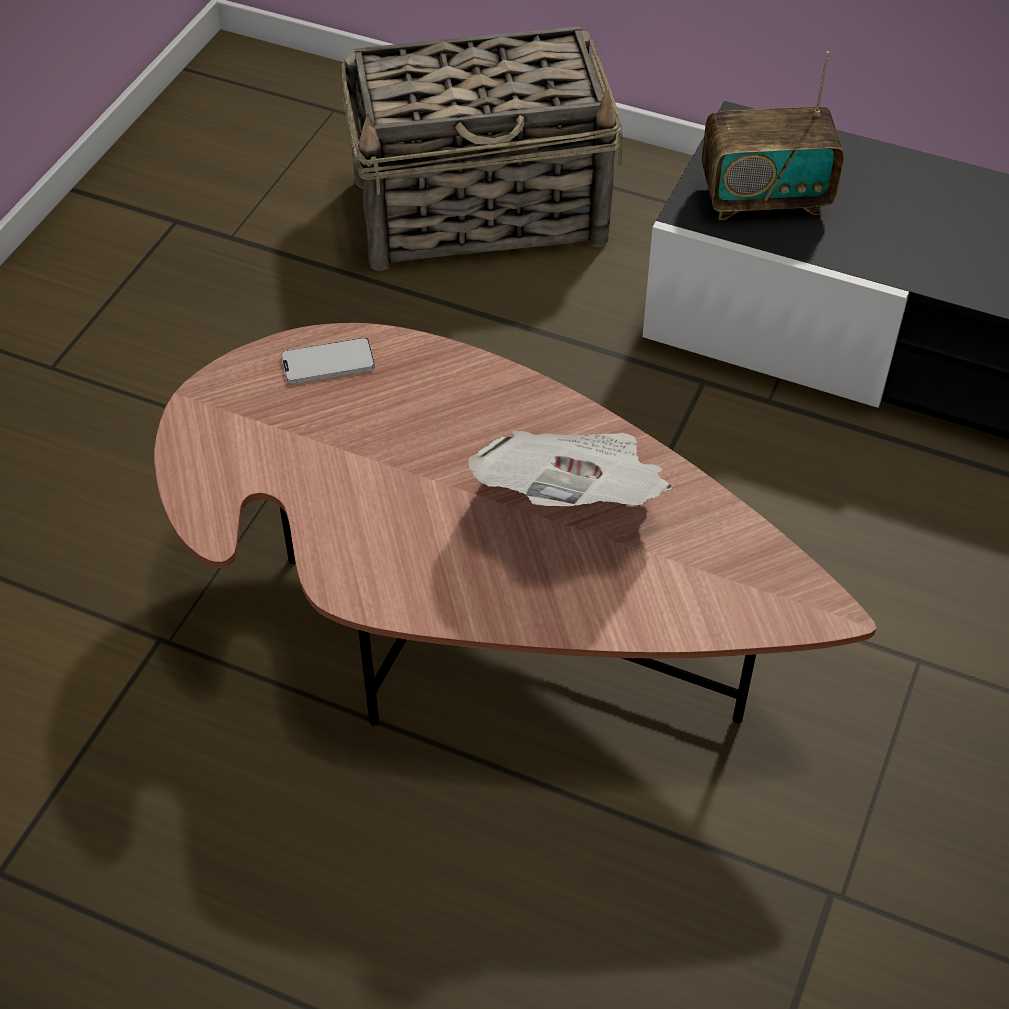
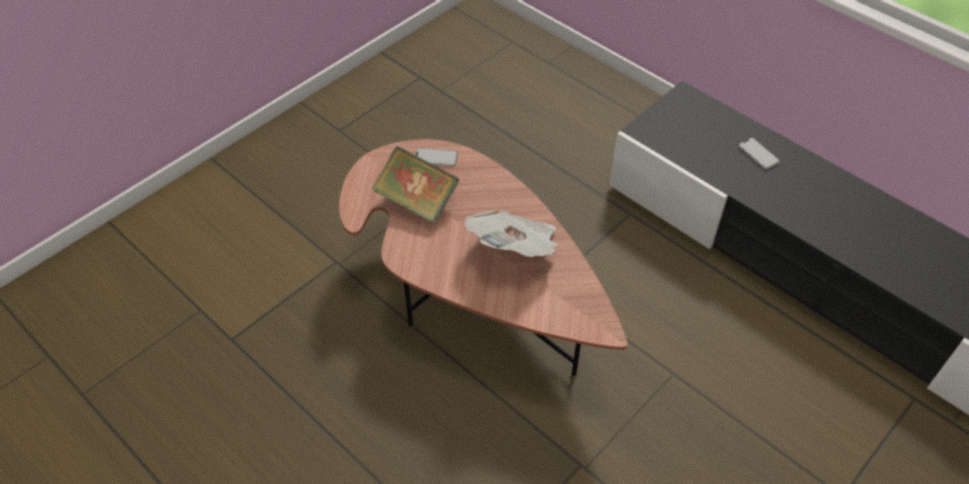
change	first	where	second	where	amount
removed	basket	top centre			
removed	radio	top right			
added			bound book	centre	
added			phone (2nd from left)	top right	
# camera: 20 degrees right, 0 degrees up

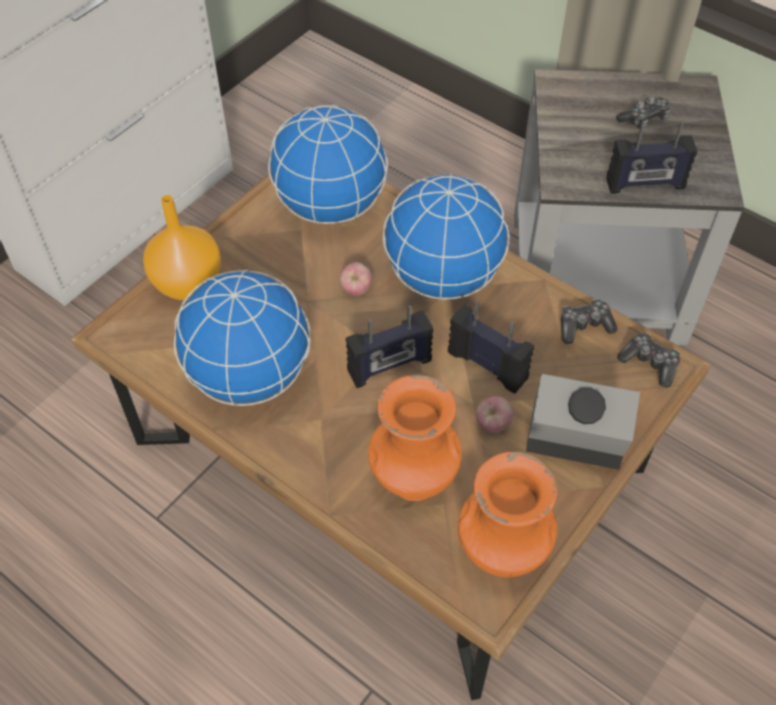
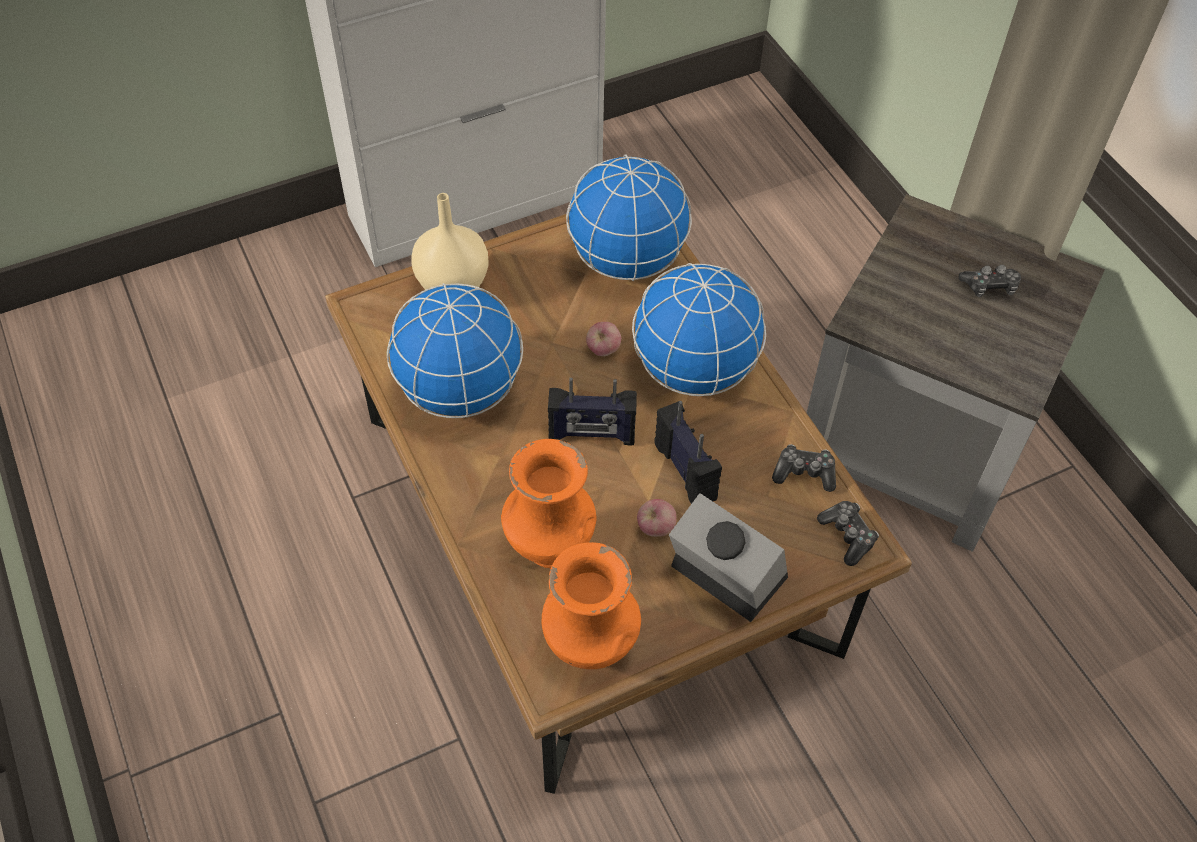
change	first	where	second	where	amount
removed	radio (3rd from left)	top right			
recoloured	orange flower vase (1st from left)	middle left	sand-coloured flower vase	top centre	
# camera: 25 degrees right, 0 degrees up

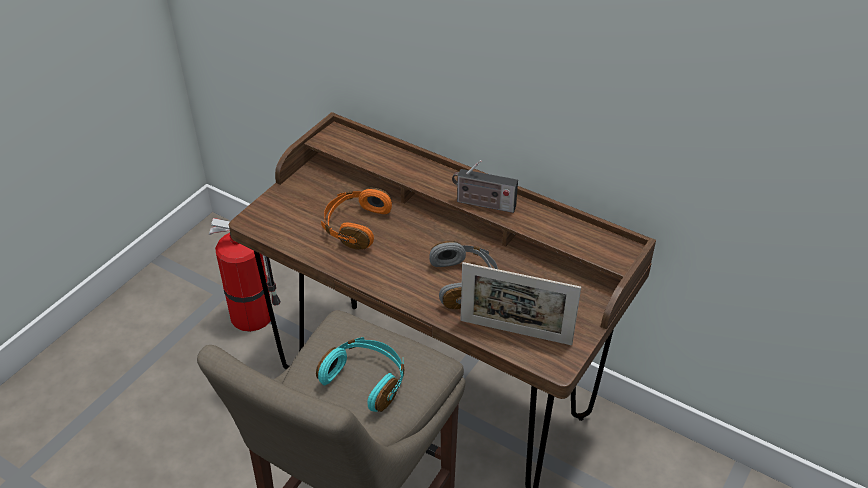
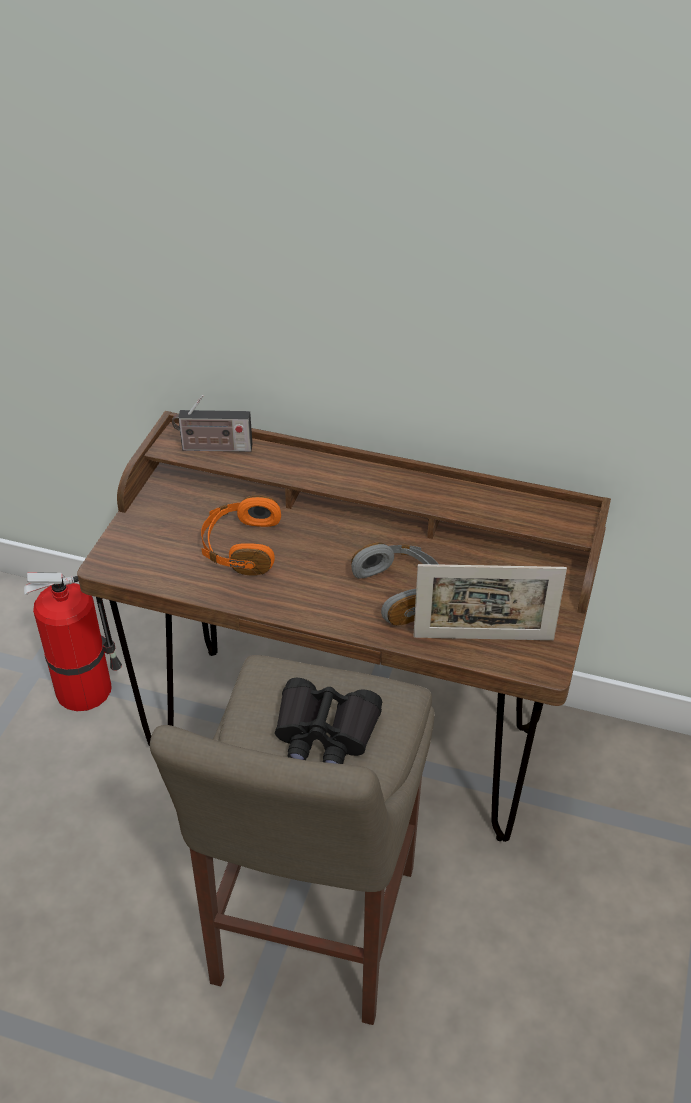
change	first	where	second	where	amount
moved	radio	centre		middle left	
replaced	blue-green headphones	bottom centre	blackish field glasses	centre	
# camera: 15 degrees left, 0 degrees up

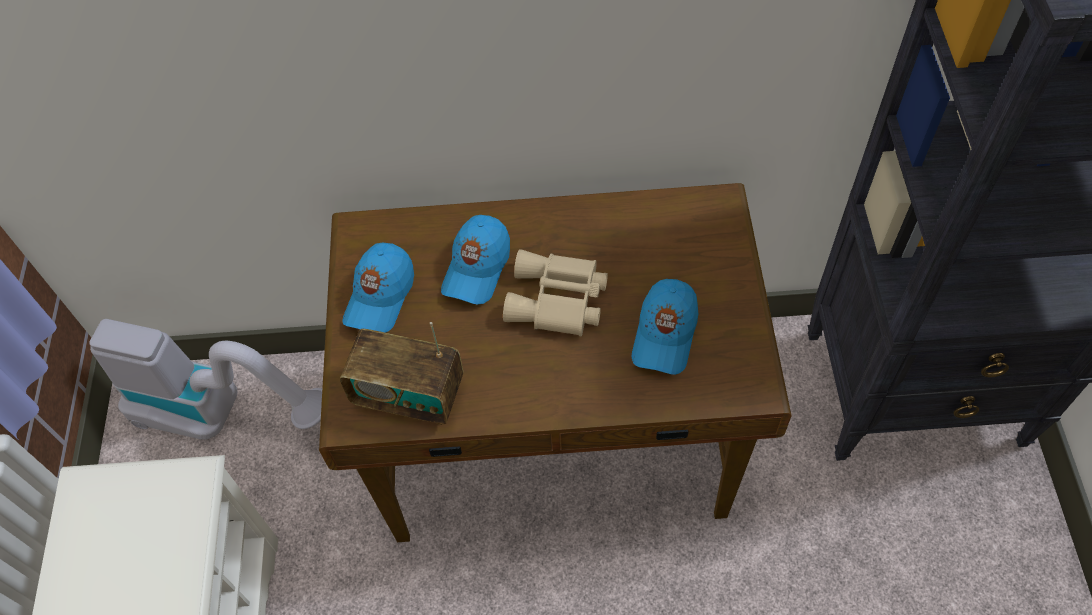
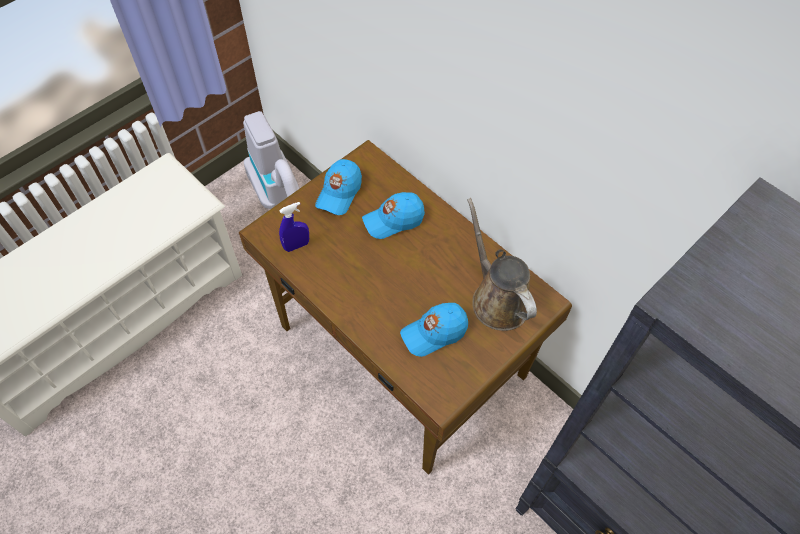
change	first	where	second	where	amount
removed	sand-coloured field glasses	centre			
added			brownish sprinkling can	centre	
replaced	radio	centre	bluish sprayer	centre	
turned	bluish cap (1st from left)	centre		centre	45 degrees counterclockwise
# camera: 45 degrees right, 0 degrees up

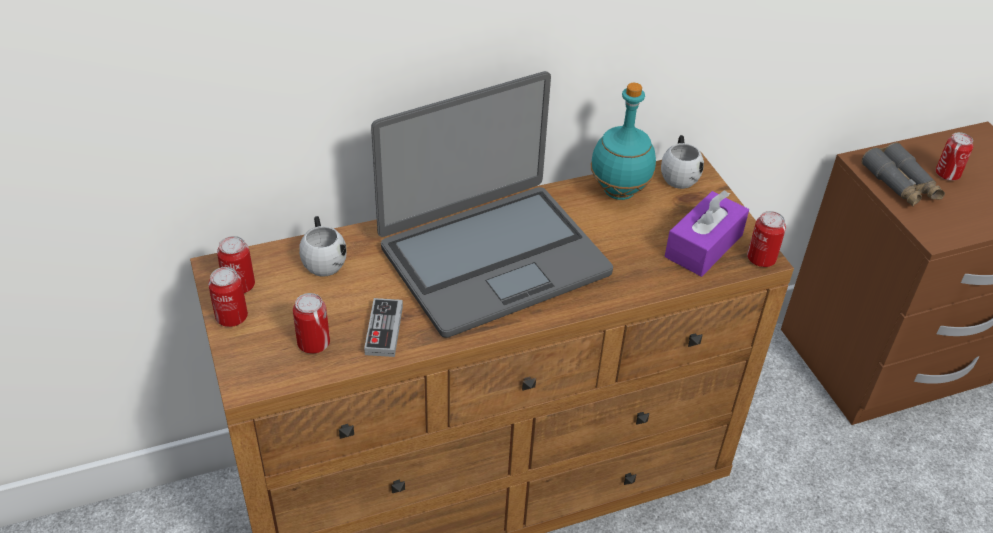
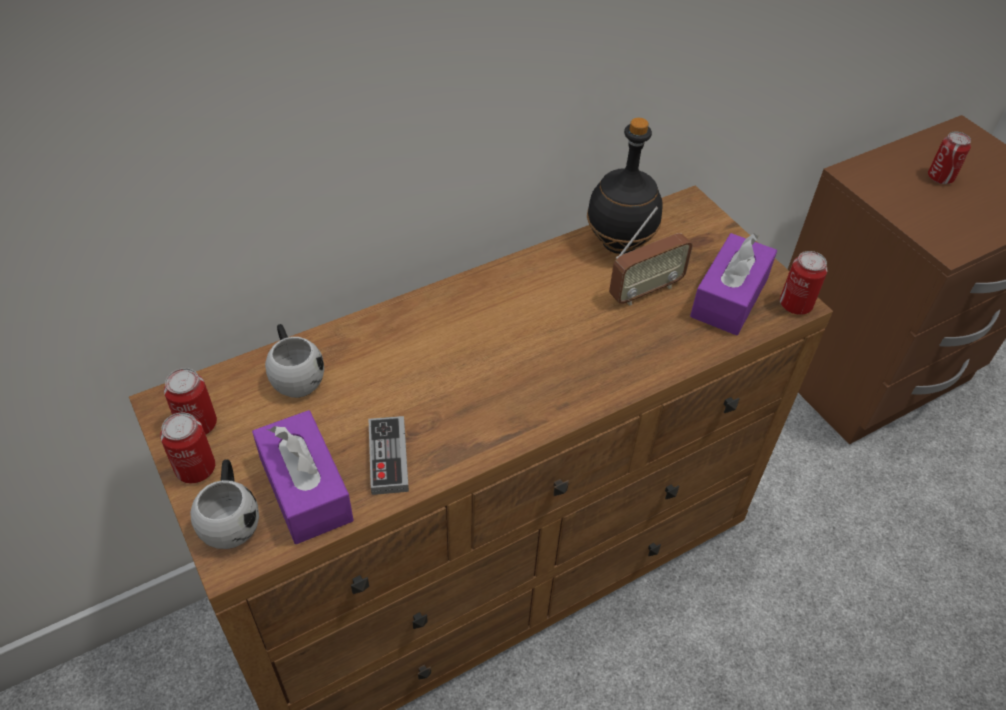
change	first	where	second	where	amount
removed	notebook computer	centre			
removed	gray field glasses	top right			
added			radio	centre	
moved	white coffee mug (2nd from left in the first image)	top right	white coffee mug (1st from left)	bottom left	
replaced	metal can (3rd from left)	middle left	purple tissue box (1st from left)	bottom left	
recoloured	blue-green beverage bottle	top centre	blackish beverage bottle	top centre	
# camera: 10 degrees left, 5 degrees up

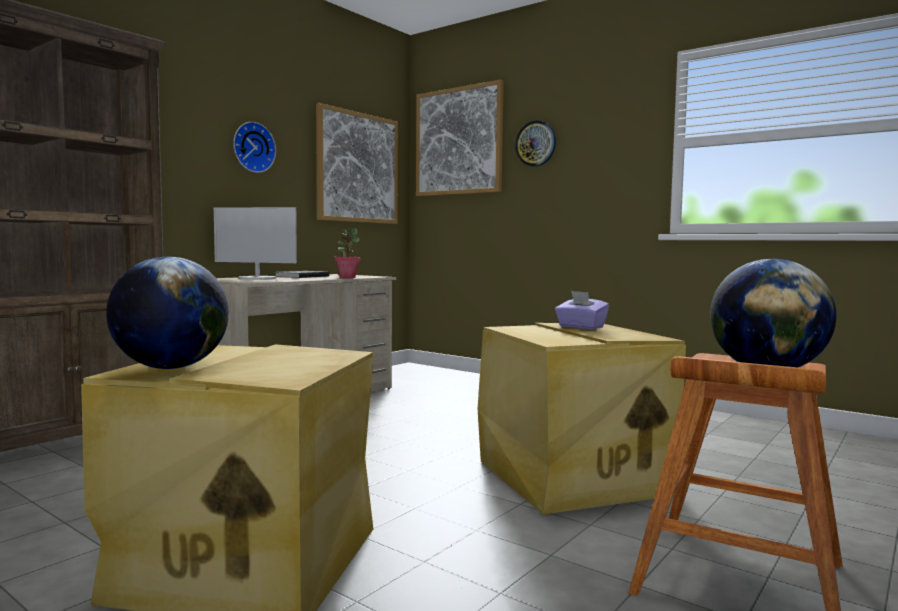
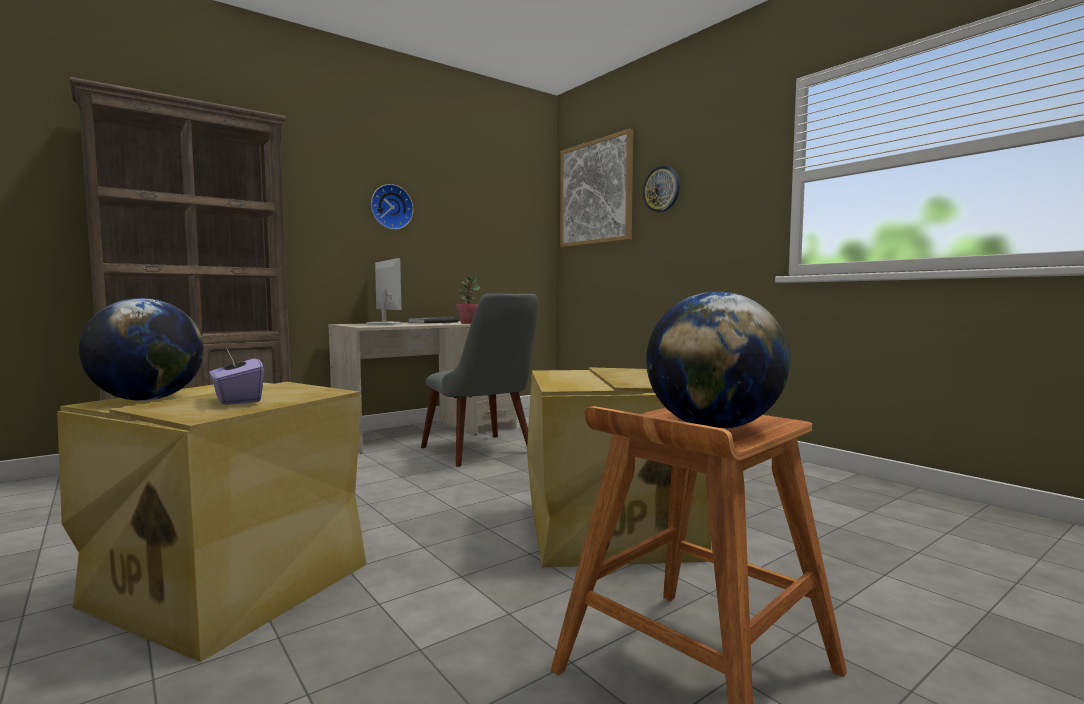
change	first	where	second	where	amount
removed	picture (1st from left)	top centre			
added			gray upright chair	centre	
moved	purple tissue box	centre		middle left	
turned	computer screen	middle left		centre	150 degrees counterclockwise
# camera: 15 degrees right, 0 degrees up

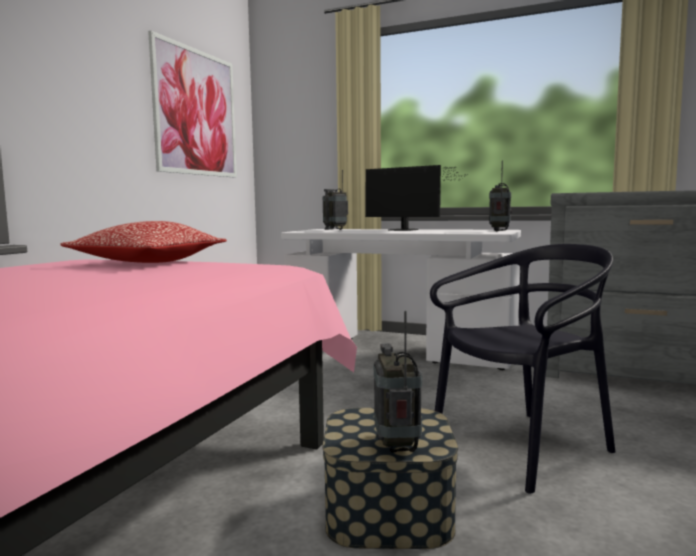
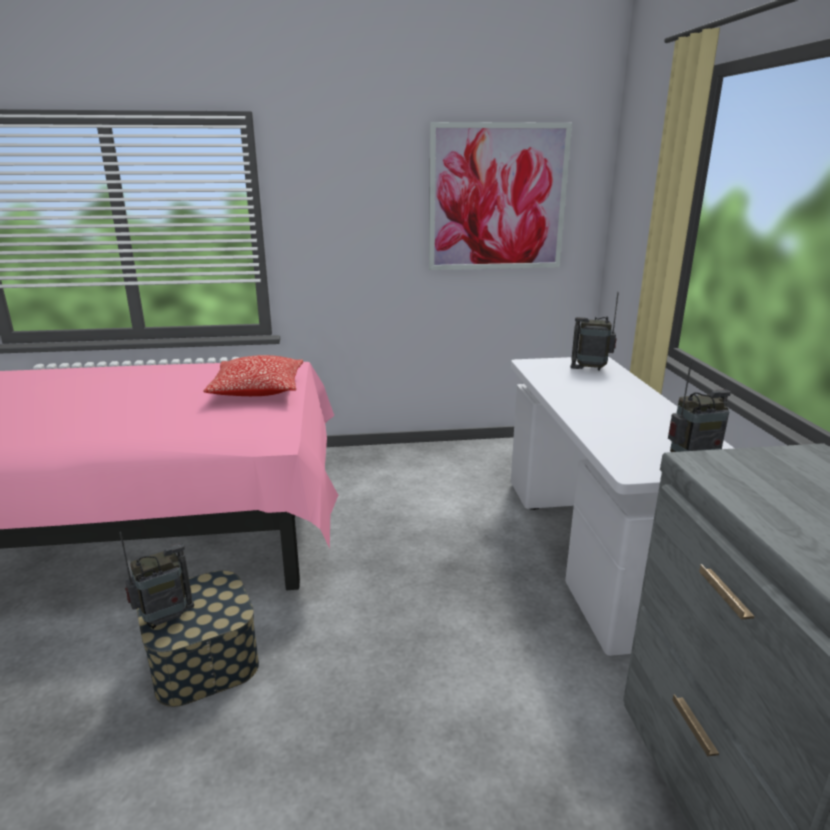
change	first	where	second	where	amount
removed	computer screen	centre			
removed	blackish upright chair	middle right			
# camera: 60 degrees right, 15 degrees up

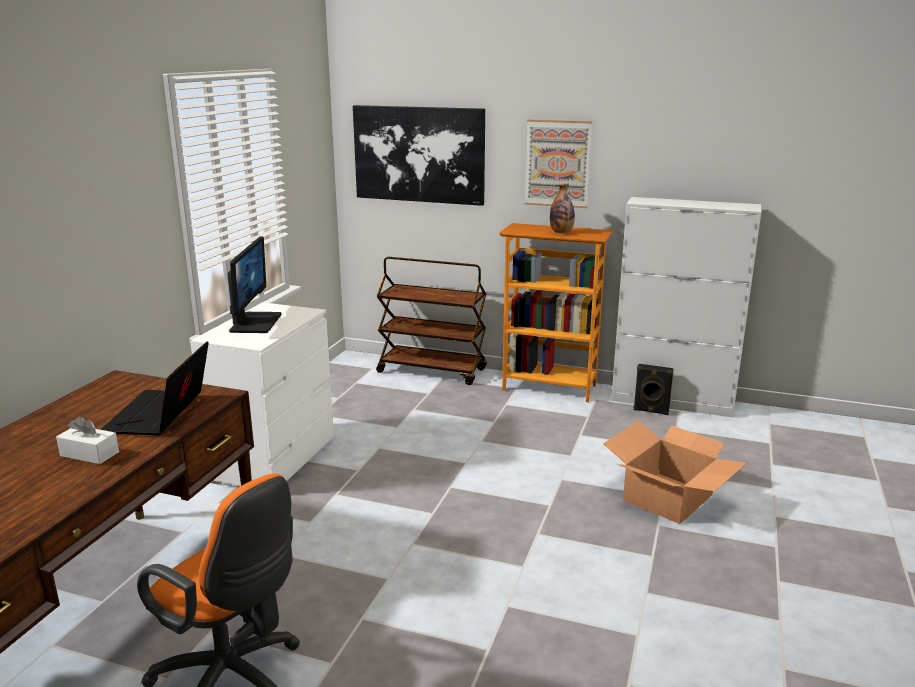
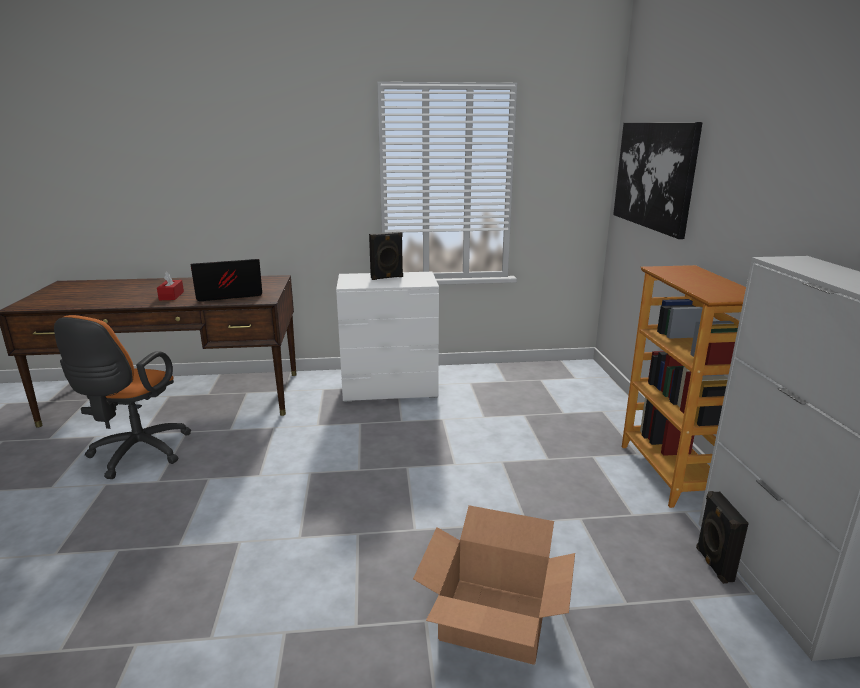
change	first	where	second	where	amount
removed	brownish wheeled cart	centre			
removed	picture (2nd from left)	top centre			
removed	beverage bottle	top centre			
replaced	computer screen	middle left	blackish speaker (1st from left)	centre	
recoloured	white tissue box	middle left	red-coloured tissue box	middle left	
# camera: 65 degrees right, 0 degrees up

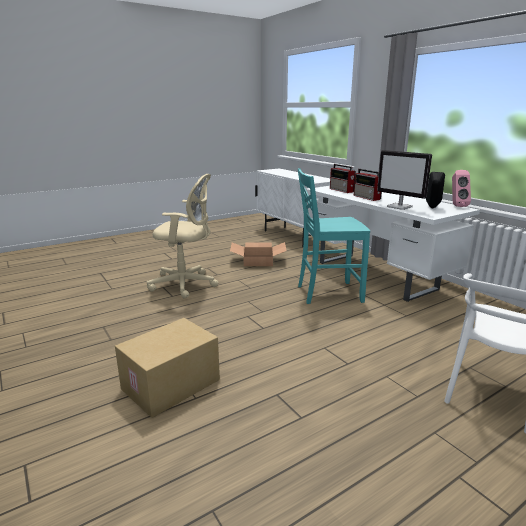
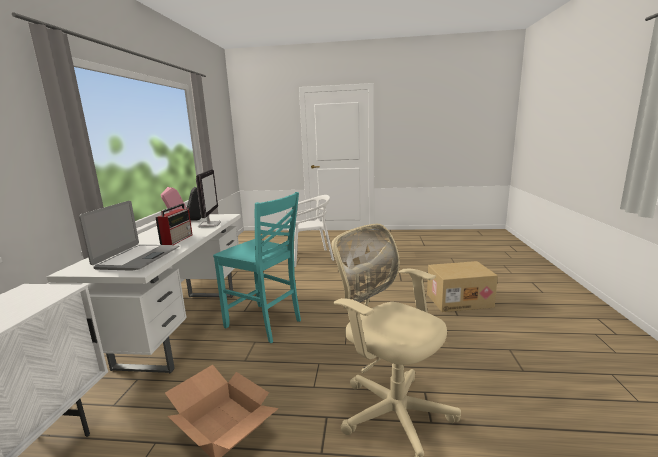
change	first	where	second	where	amount
replaced	radio (1st from left)	centre	notebook computer	middle left	
# camera: 140 degrees left, 5 degrees down

